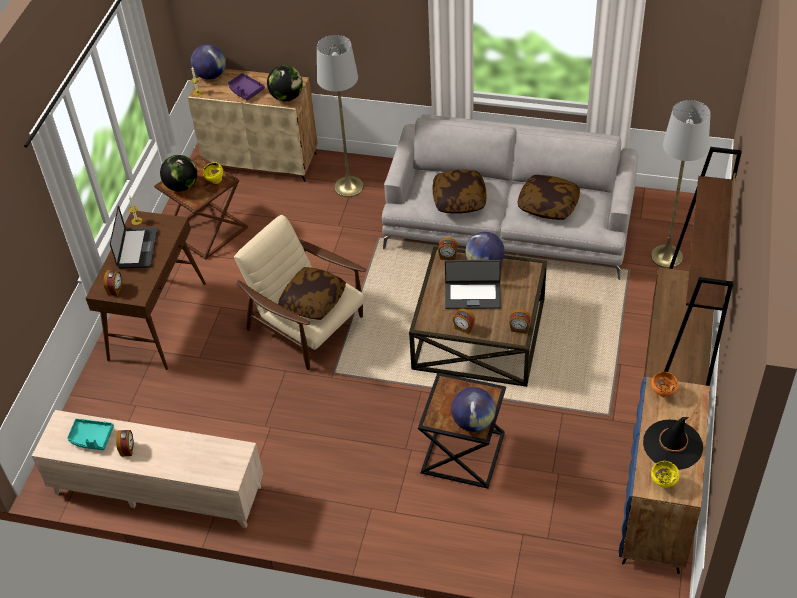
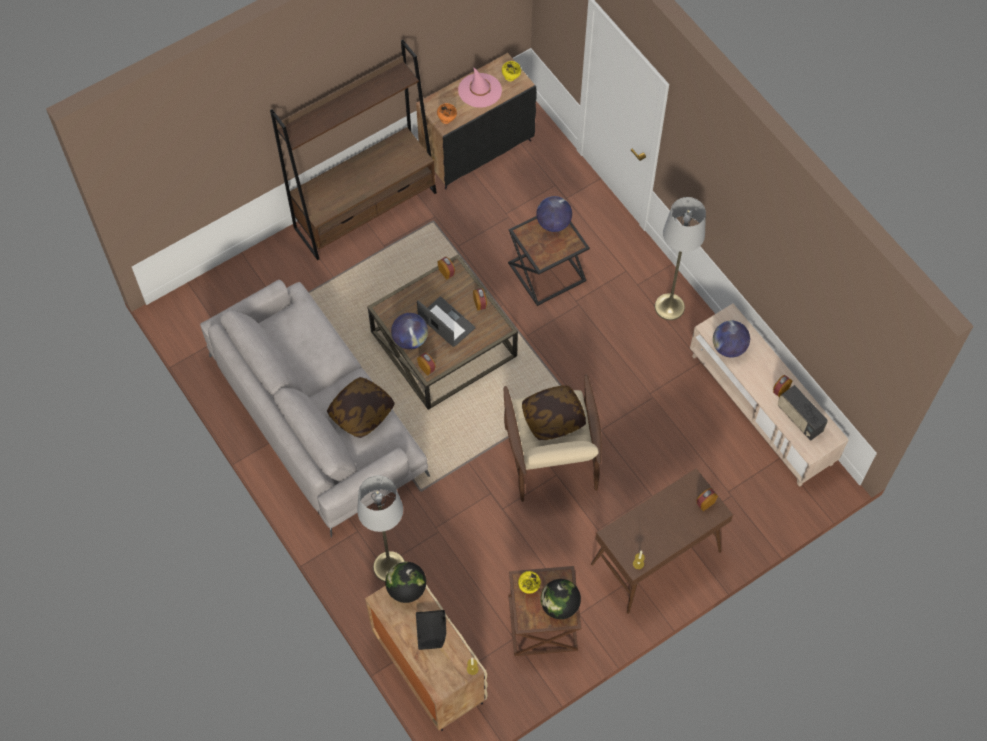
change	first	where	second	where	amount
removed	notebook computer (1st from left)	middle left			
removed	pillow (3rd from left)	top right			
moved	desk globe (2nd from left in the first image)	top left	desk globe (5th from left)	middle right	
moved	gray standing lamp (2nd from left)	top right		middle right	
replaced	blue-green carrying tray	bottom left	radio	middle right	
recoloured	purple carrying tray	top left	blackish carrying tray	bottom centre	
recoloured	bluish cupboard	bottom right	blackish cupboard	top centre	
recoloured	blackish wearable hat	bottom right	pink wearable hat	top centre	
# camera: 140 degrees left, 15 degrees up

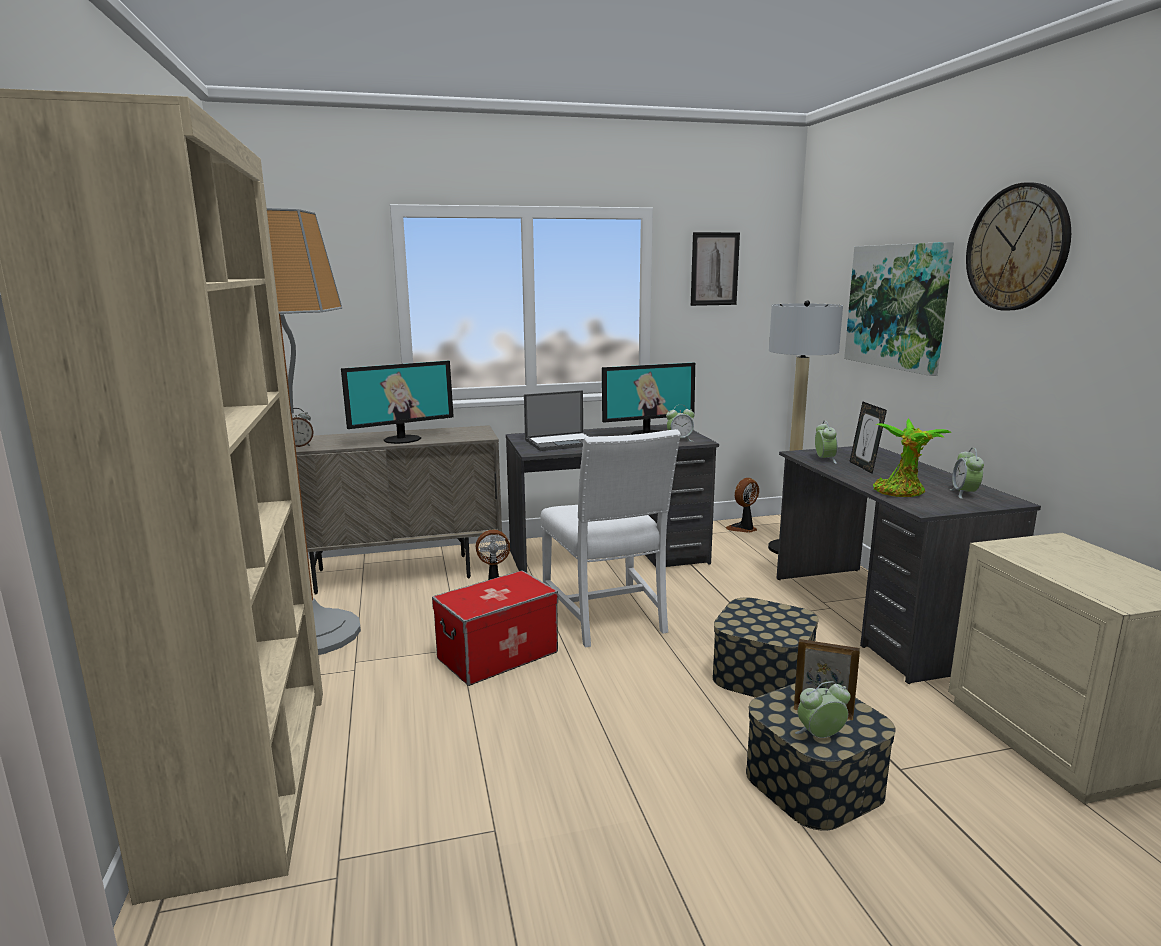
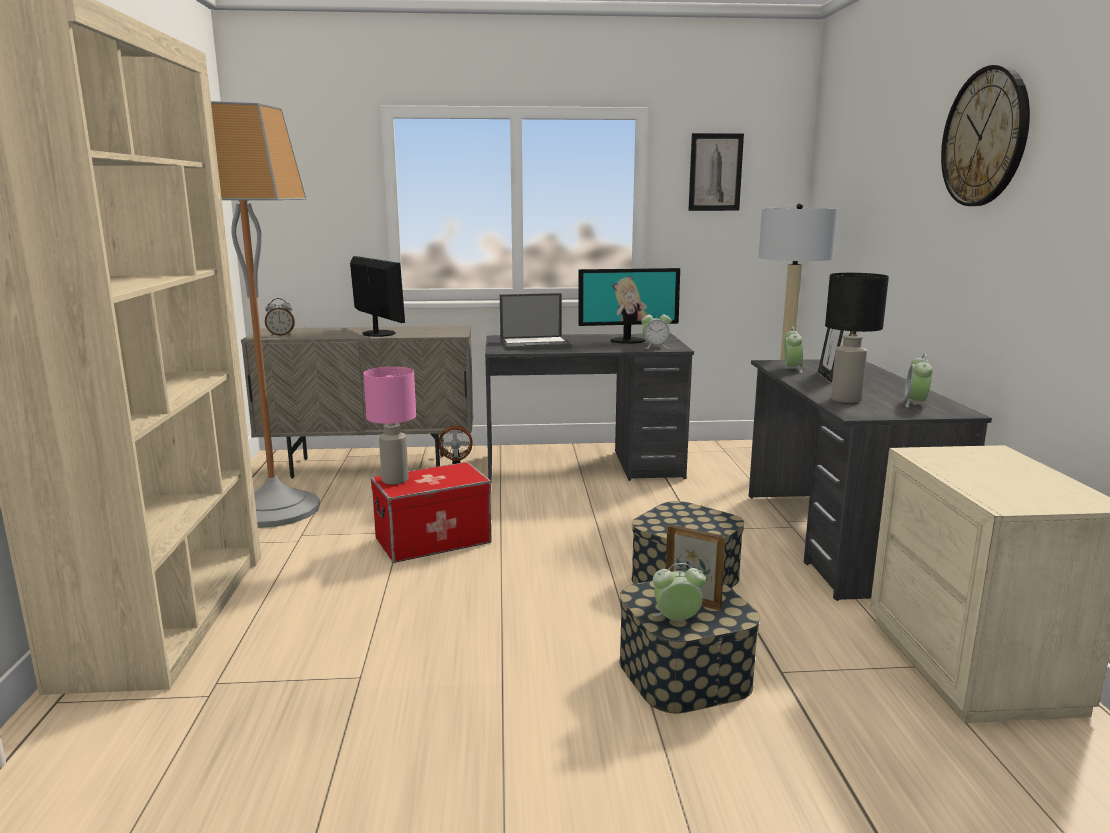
change	first	where	second	where	amount
removed	white upright chair	centre			
removed	fan (2nd from left)	centre			
removed	picture (2nd from left)	top right			
added			pink tabletop lamp	centre	
replaced	houseplant	middle right	blackish tabletop lamp	middle right	
turned	computer screen (1st from left)	centre		centre	105 degrees counterclockwise
# camera: 10 degrees right, 0 degrees up

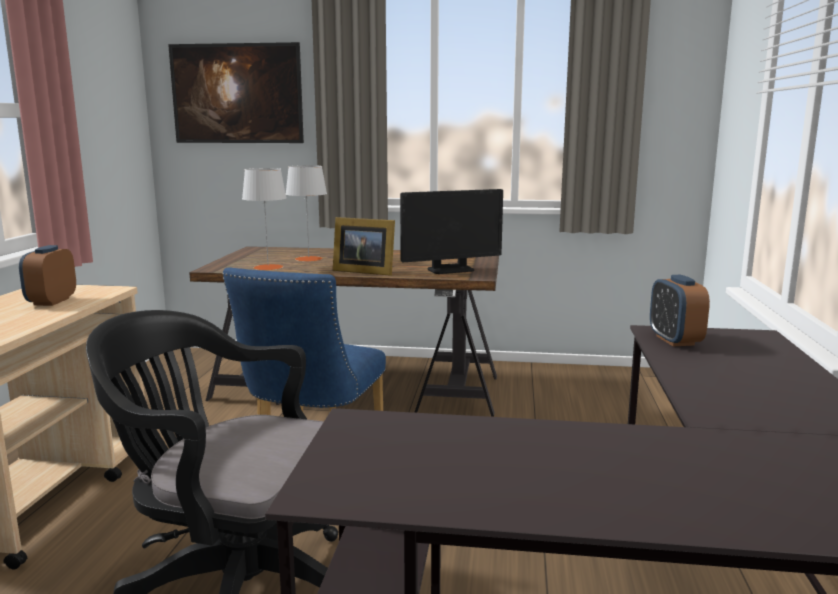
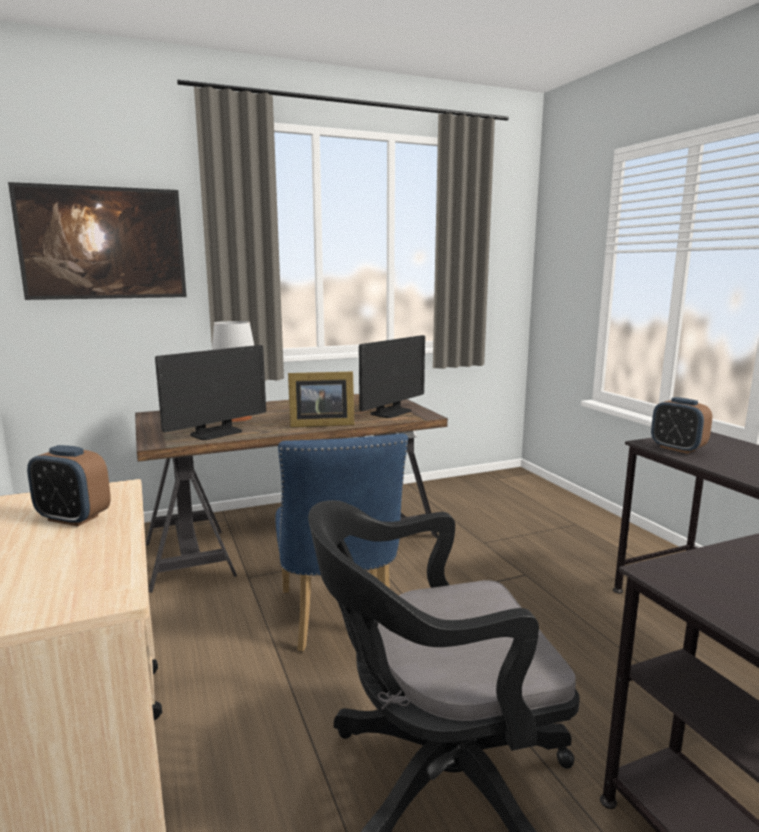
change	first	where	second	where	amount
replaced	gray tabletop lamp (1st from left)	middle left	computer screen (1st from left)	middle left	
turned	bedside clock (1st from left)	middle left		middle left	45 degrees counterclockwise
# camera: 30 degrees left, 0 degrees up

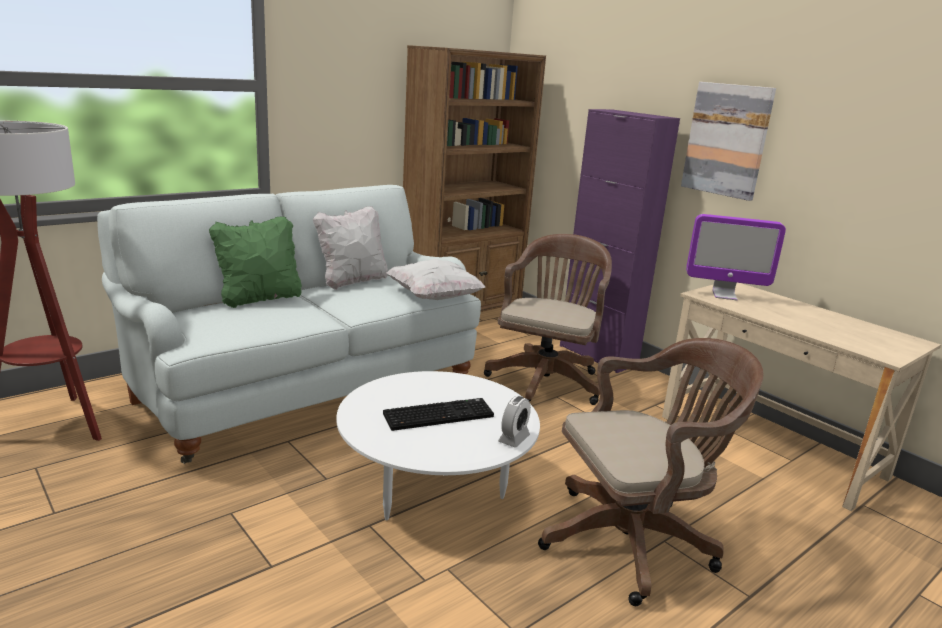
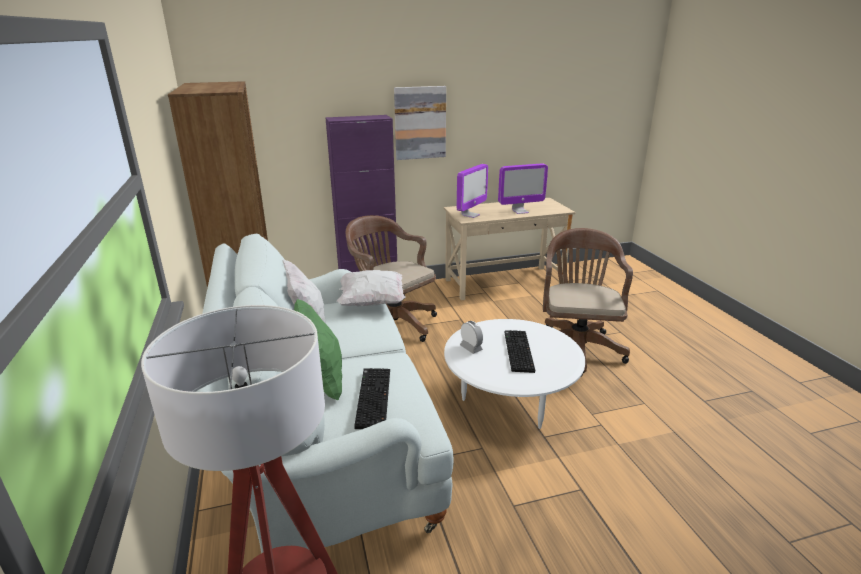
change	first	where	second	where	amount
added			PC keyboard (1st from left)	bottom centre	
added			computer screen (2nd from left)	top centre	
moved	bedside clock	bottom centre		centre	
# camera: 65 degrees left, 5 degrees up

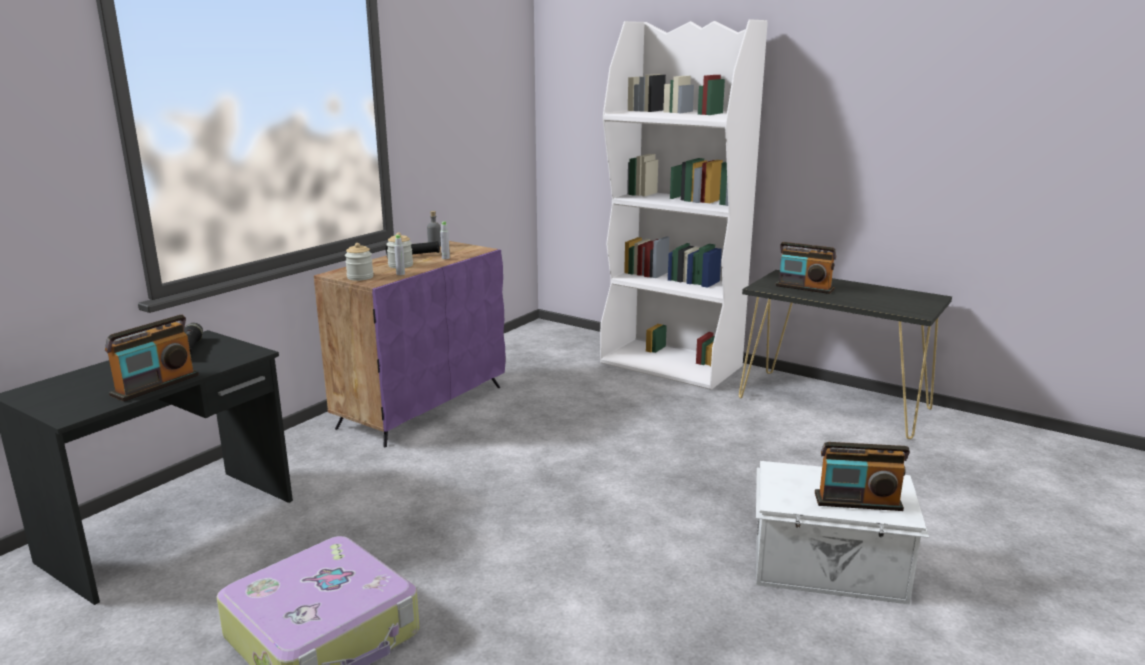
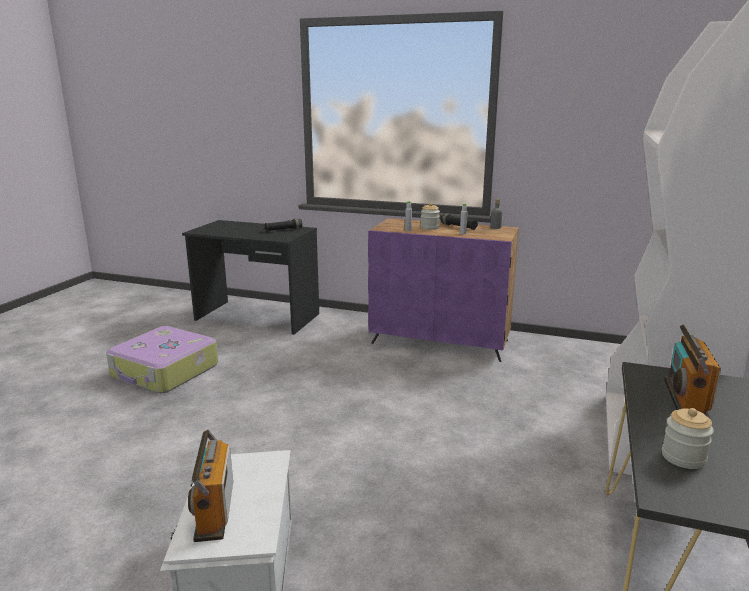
change	first	where	second	where	amount
removed	radio (1st from left)	middle left			
moved	preserve jar (1st from left in the first image)	middle left	preserve jar (2nd from left)	bottom right	
# camera: 75 degrees right, 0 degrees up

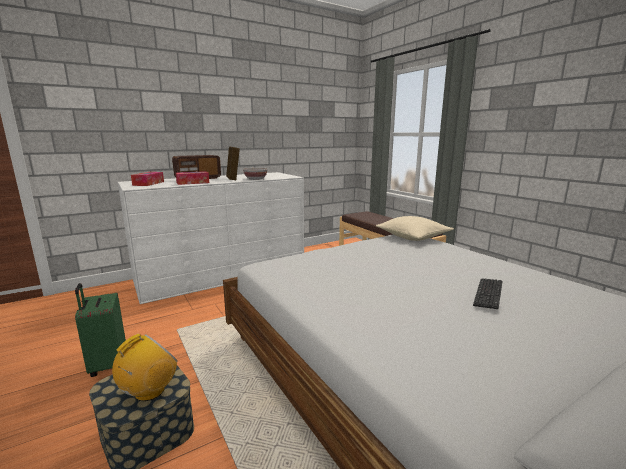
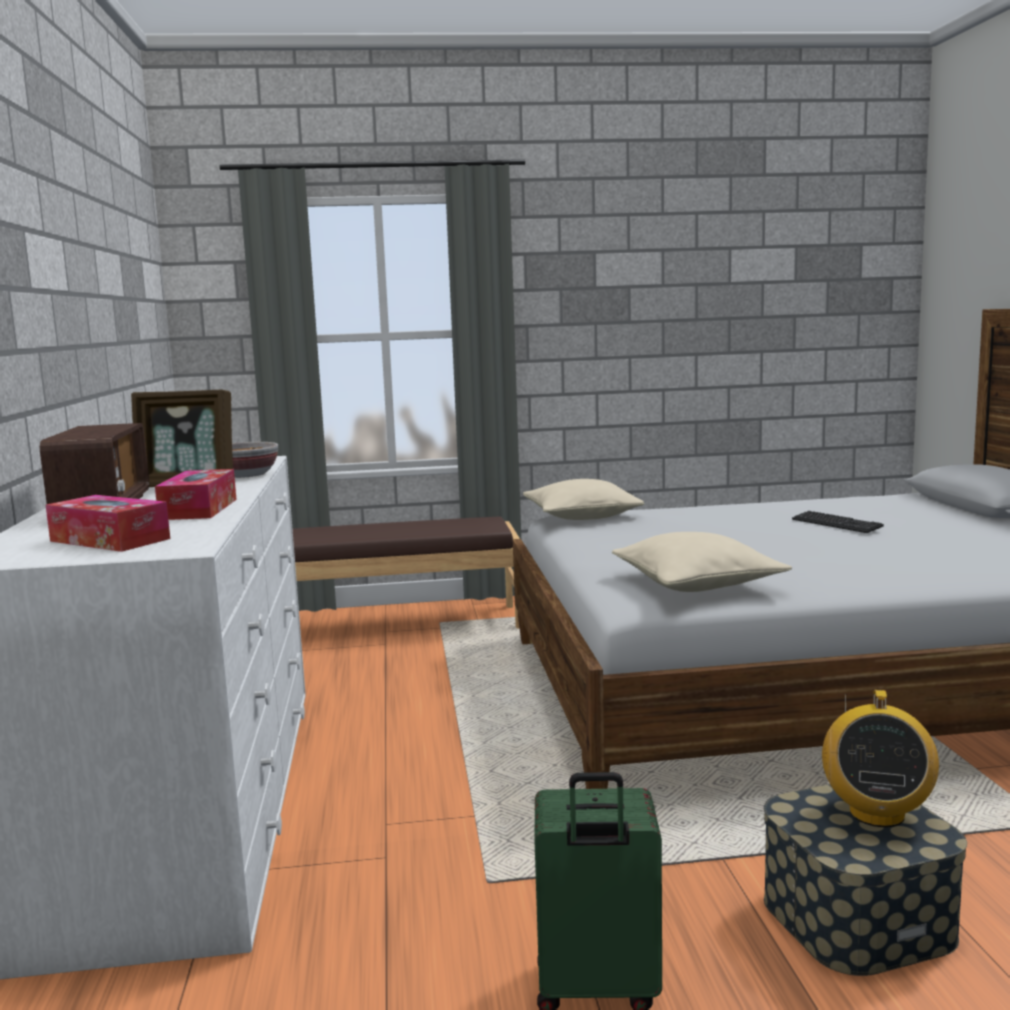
change	first	where	second	where	amount
added			sand-coloured pillow (2nd from left)	middle right	
turned	radio (1st from left in the first image)	bottom left	radio (2nd from left)	bottom right	135 degrees counterclockwise
# camera: 65 degrees left, 5 degrees down

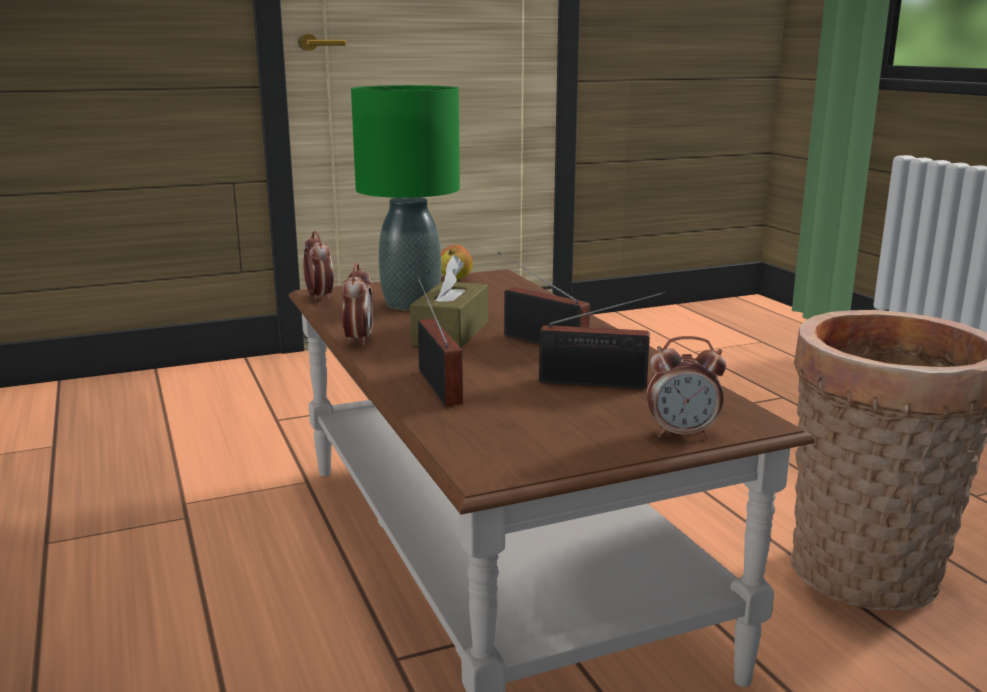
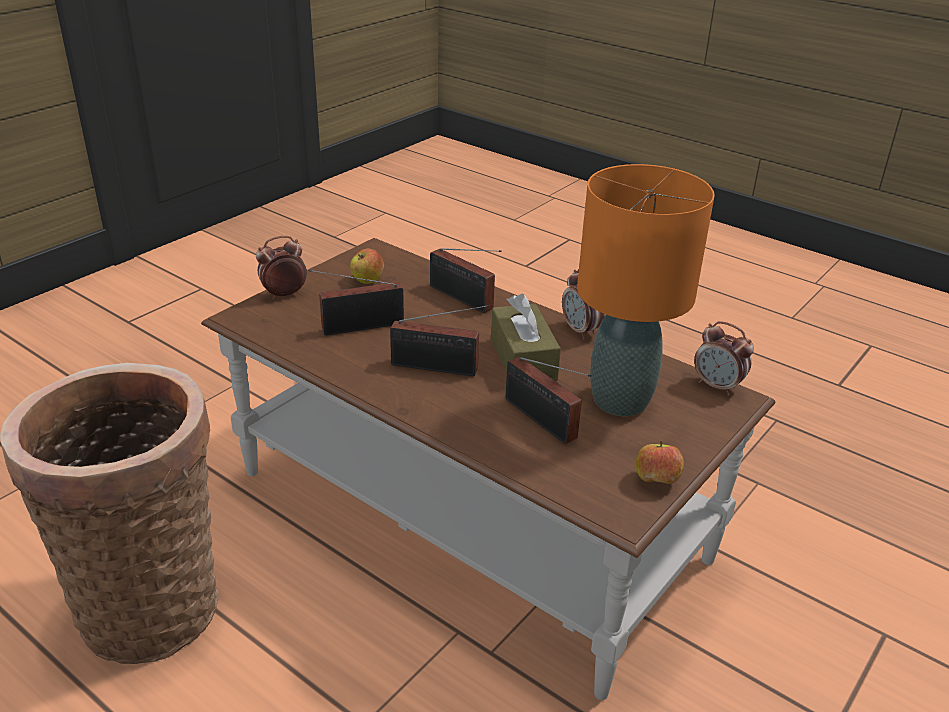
change	first	where	second	where	amount
added			apple (1st from left)	centre	
added			radio (4th from left)	centre	
recoloured	greenish tabletop lamp	top centre	orange tabletop lamp	middle right	
# camera: 150 degrees right, 15 degrees up

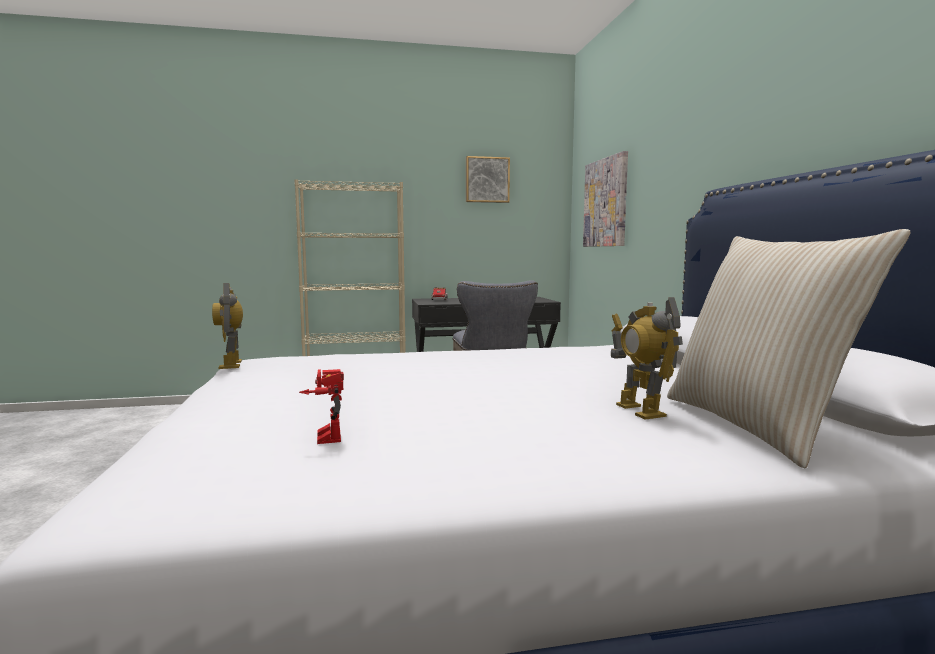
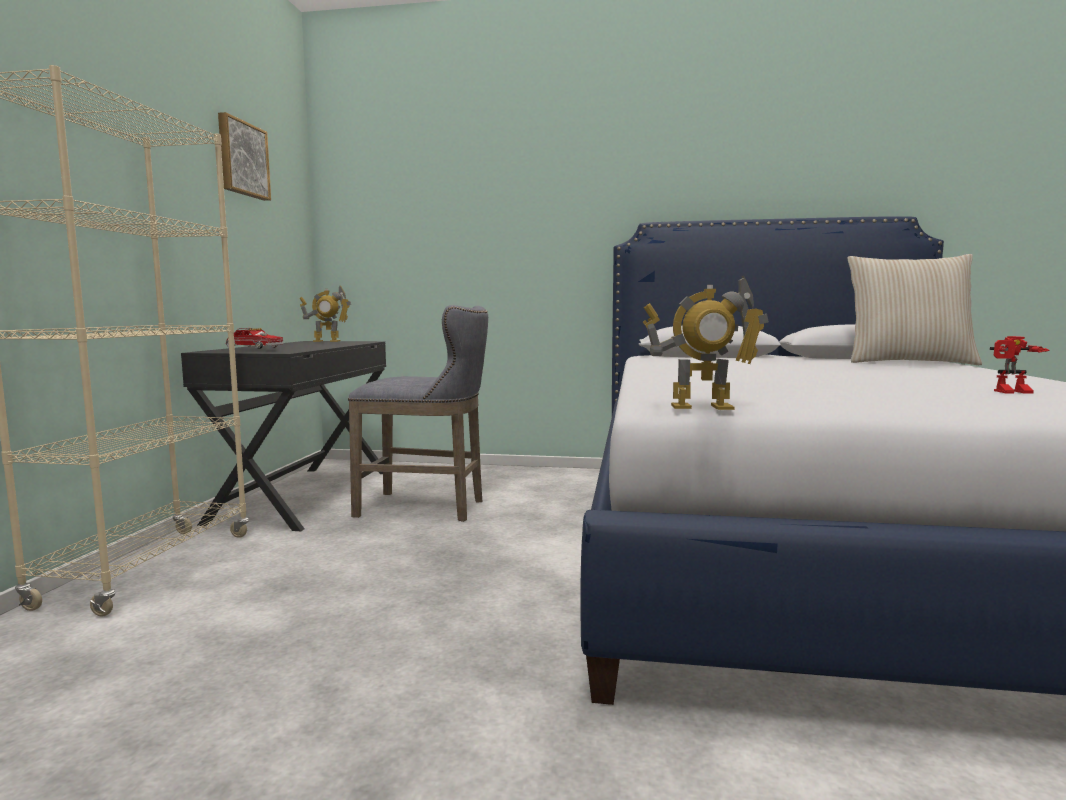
change	first	where	second	where	amount
removed	picture (2nd from left)	top centre			
moved	toy robot (3rd from left in the first image)	middle right	toy robot (1st from left)	middle left	
# camera: 70 degrees left, 0 degrees up

